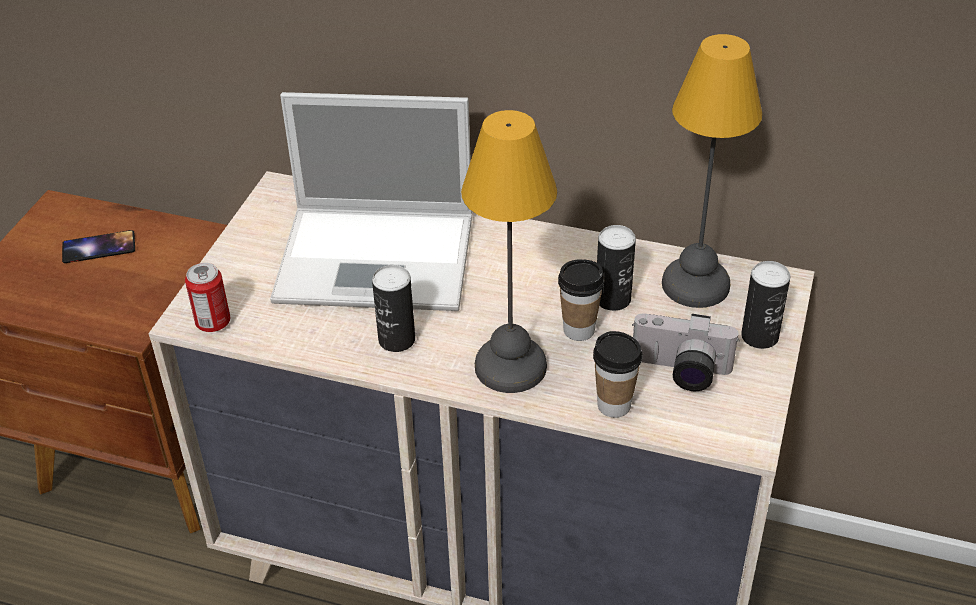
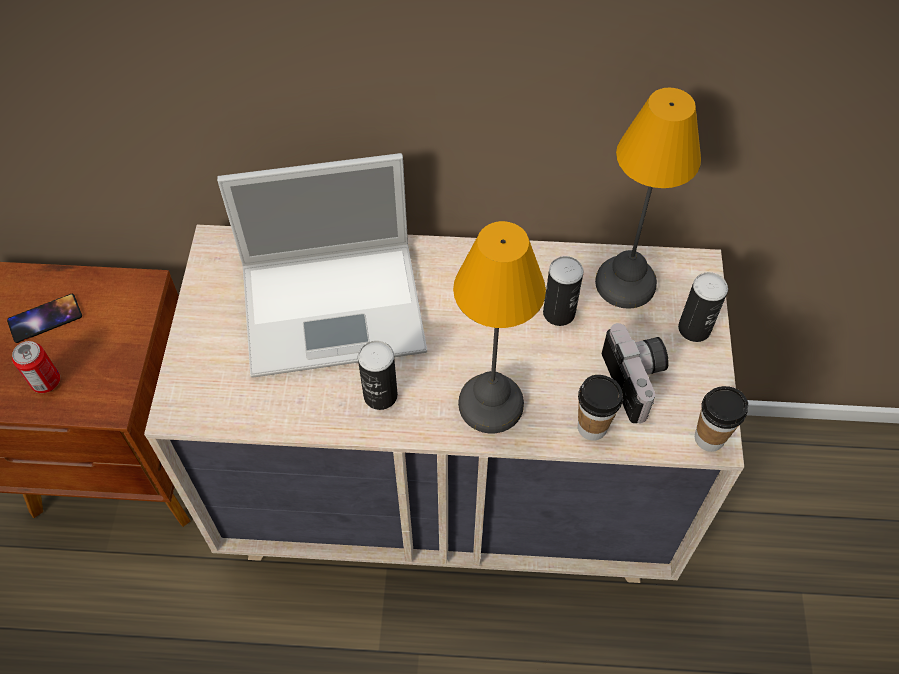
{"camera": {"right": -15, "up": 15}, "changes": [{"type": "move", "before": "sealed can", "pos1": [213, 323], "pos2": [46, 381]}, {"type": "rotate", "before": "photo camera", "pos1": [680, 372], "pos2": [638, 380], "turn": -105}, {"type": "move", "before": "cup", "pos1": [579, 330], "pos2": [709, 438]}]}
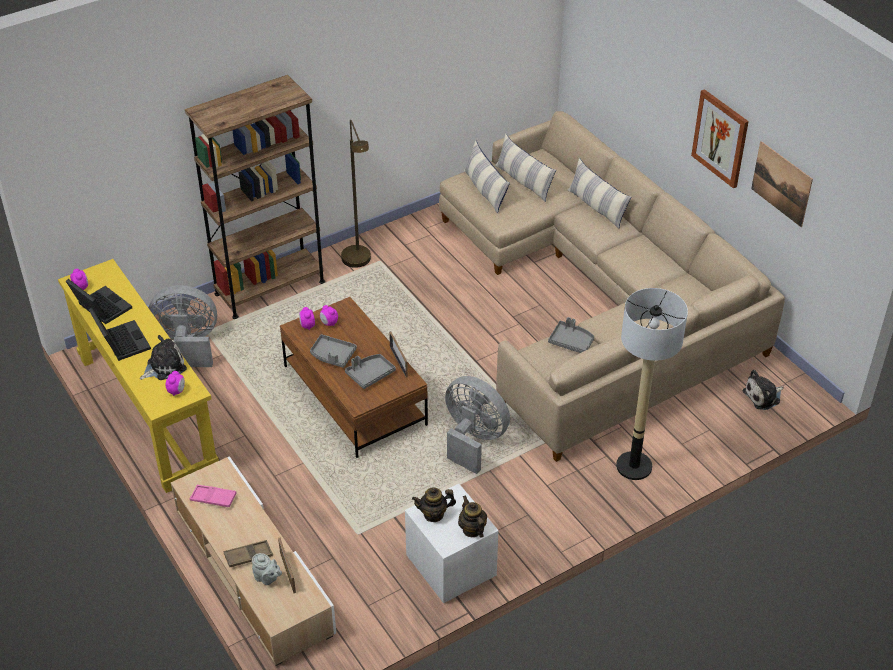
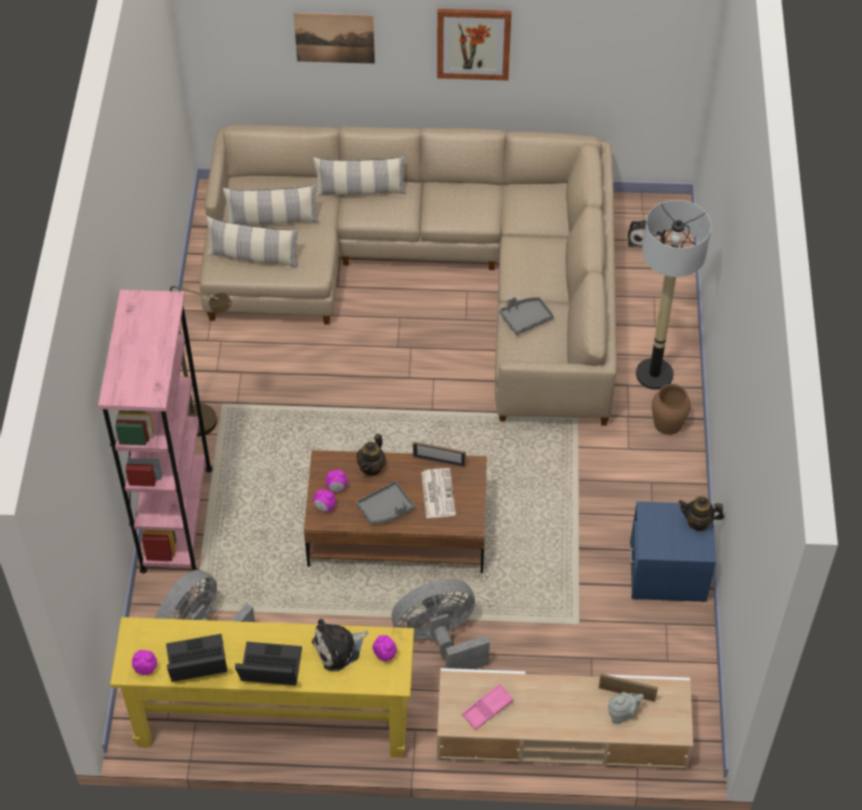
{"camera": {"right": -55, "up": 10}, "changes": [{"type": "recolor", "before": "brownish shelving unit", "after": "pinkish shelving unit", "pos1": [270, 288], "pos2": [176, 519]}, {"type": "move", "before": "wall picture", "pos1": [781, 183], "pos2": [334, 37]}, {"type": "rotate", "before": "soft toy", "pos1": [164, 366], "pos2": [339, 648], "turn": -120}, {"type": "move", "before": "pot for tea", "pos1": [434, 514], "pos2": [372, 467]}, {"type": "move", "before": "grey fan", "pos1": [473, 439], "pos2": [440, 639]}, {"type": "replace", "before": "grey serving tray", "after": "newspaper", "pos1": [370, 374], "pos2": [437, 493]}, {"type": "recolor", "before": "whitish bedside table", "after": "blue bedside table", "pos1": [451, 566], "pos2": [667, 572]}, {"type": "insert", "after": "brownish vase", "pos2": [667, 423]}, {"type": "delete", "before": "brownish serving tray", "pos1": [248, 556]}]}
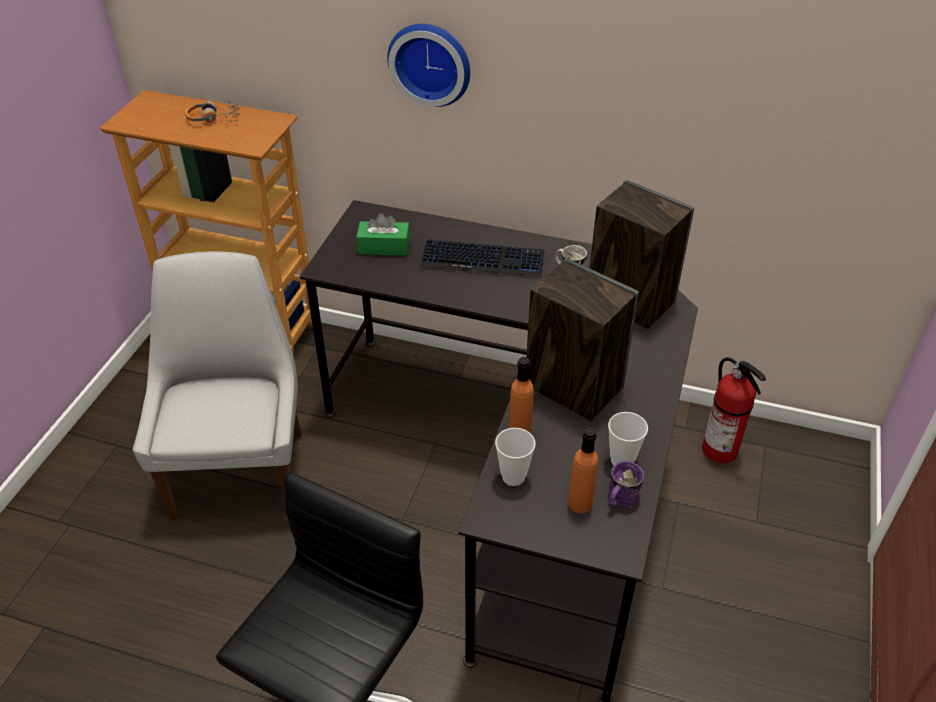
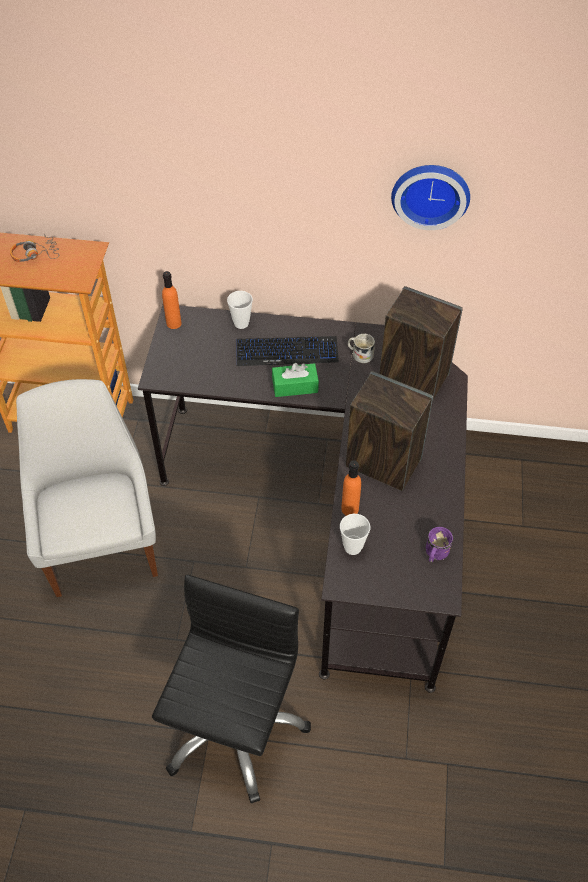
{"camera": {"right": -10, "up": 10}, "changes": [{"type": "move", "before": "orangey beverage bottle", "pos1": [580, 503], "pos2": [174, 323]}, {"type": "move", "before": "cup", "pos1": [622, 460], "pos2": [241, 323]}, {"type": "move", "before": "green-coloured tissue box", "pos1": [384, 247], "pos2": [295, 386]}, {"type": "move", "before": "clock on the wall", "pos1": [431, 62], "pos2": [430, 193]}, {"type": "delete", "before": "fire extinguisher", "pos1": [721, 450]}]}
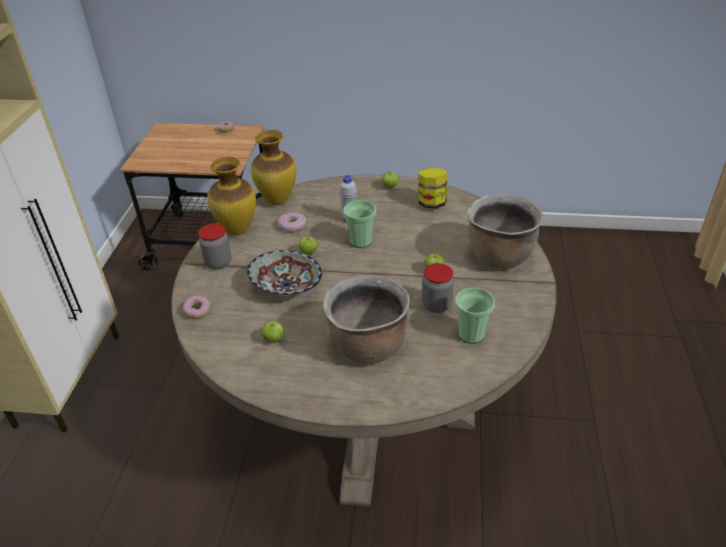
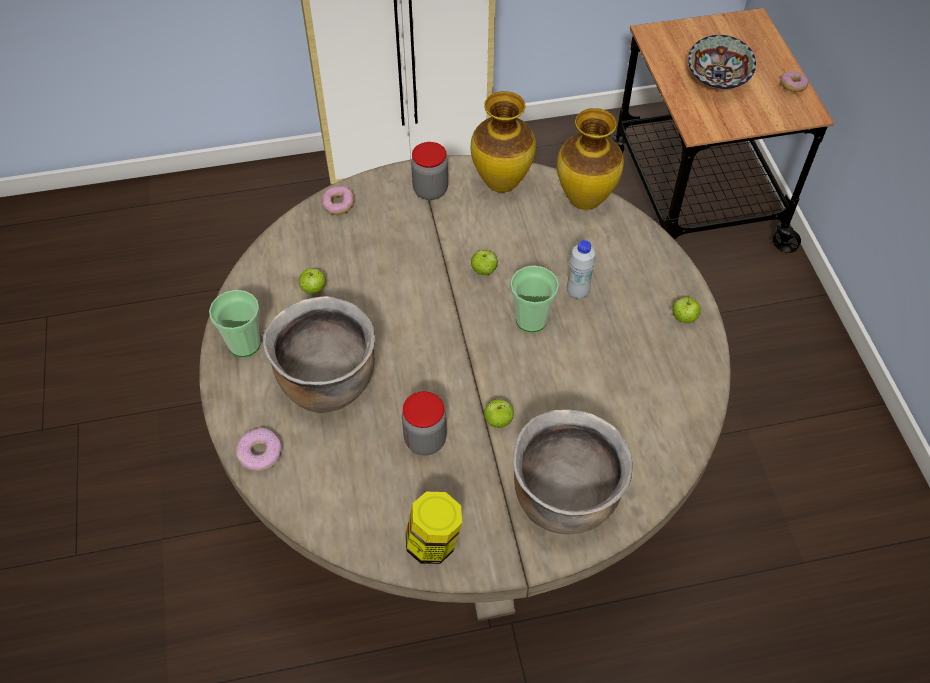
{"camera": {"right": 70, "up": 15}, "changes": [{"type": "move", "before": "cup", "pos1": [471, 334], "pos2": [244, 344]}, {"type": "move", "before": "doughnut", "pos1": [292, 225], "pos2": [260, 453]}, {"type": "move", "before": "preserve jar", "pos1": [432, 203], "pos2": [434, 542]}, {"type": "move", "before": "deep dish", "pos1": [287, 287], "pos2": [718, 79]}]}
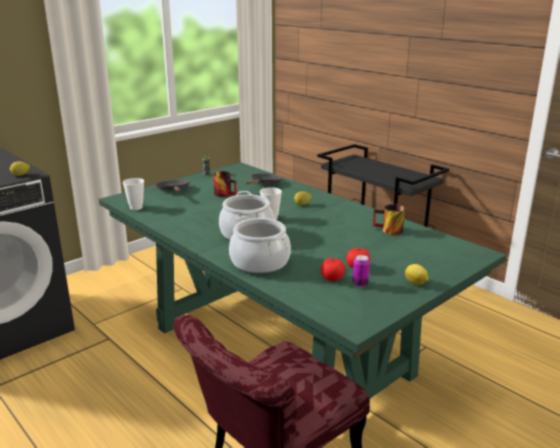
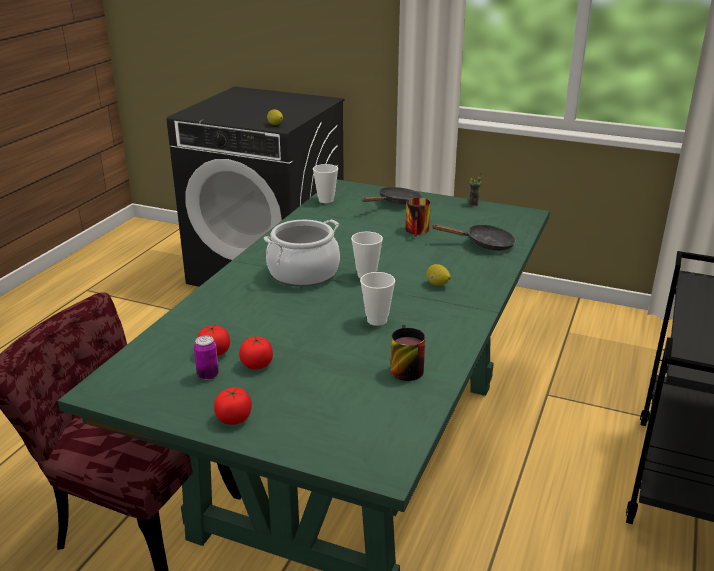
{"camera": {"right": 65, "up": 5}, "changes": [{"type": "replace", "before": "citrus fruit", "after": "whole tomato", "pos1": [416, 283], "pos2": [234, 418]}, {"type": "insert", "after": "cup", "pos2": [377, 320]}, {"type": "delete", "before": "cooking pot", "pos1": [260, 262]}]}
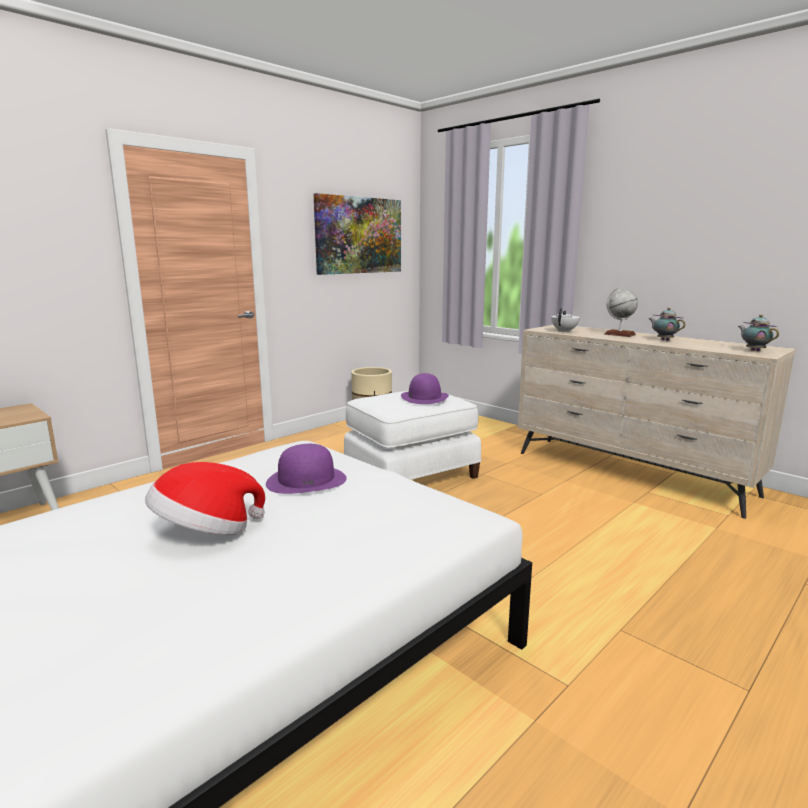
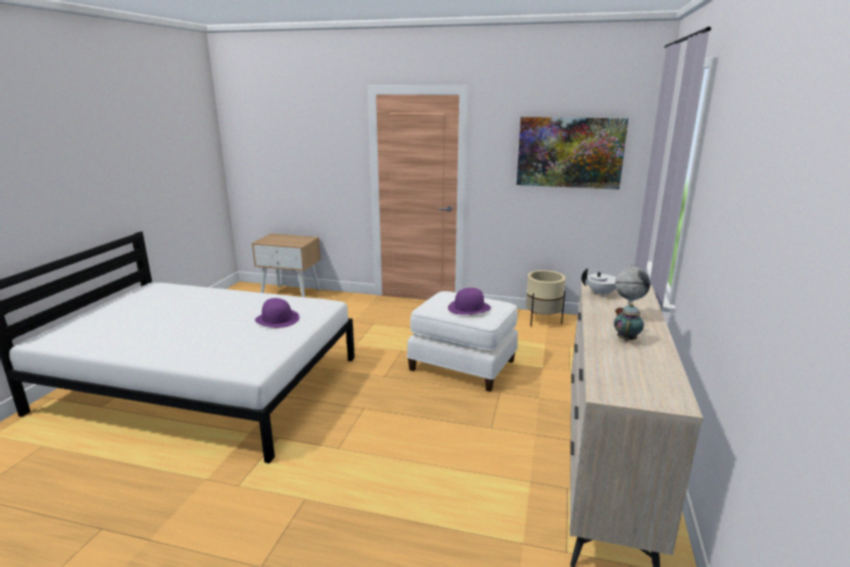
{"camera": {"right": 60, "up": 5}, "changes": [{"type": "delete", "before": "clothing hat", "pos1": [206, 532]}, {"type": "delete", "before": "pot for tea", "pos1": [754, 350]}]}
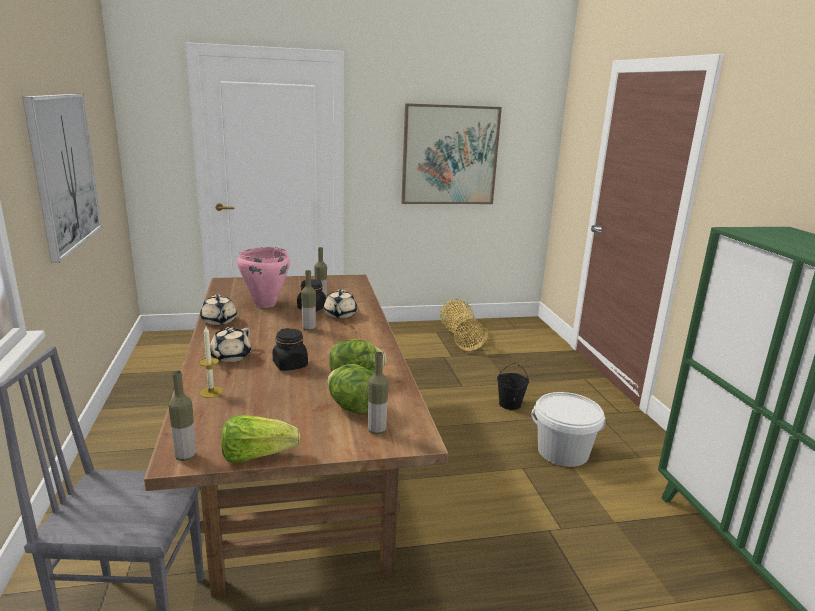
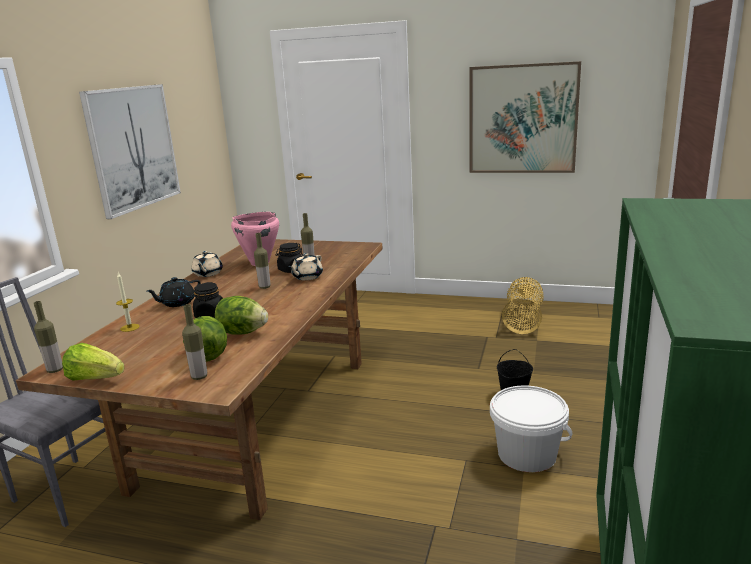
{"camera": {"right": 30, "up": 0}, "changes": [{"type": "recolor", "before": "beige pot for tea", "after": "black pot for tea", "pos1": [230, 357], "pos2": [177, 303]}]}
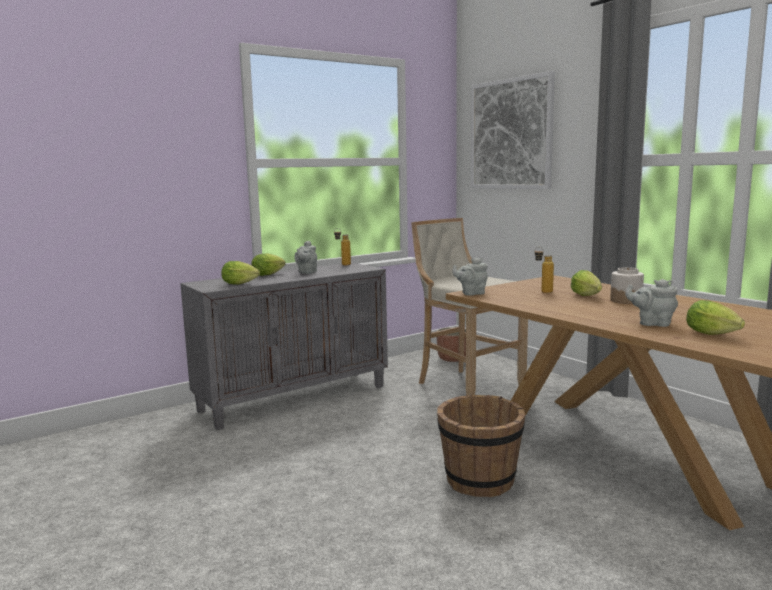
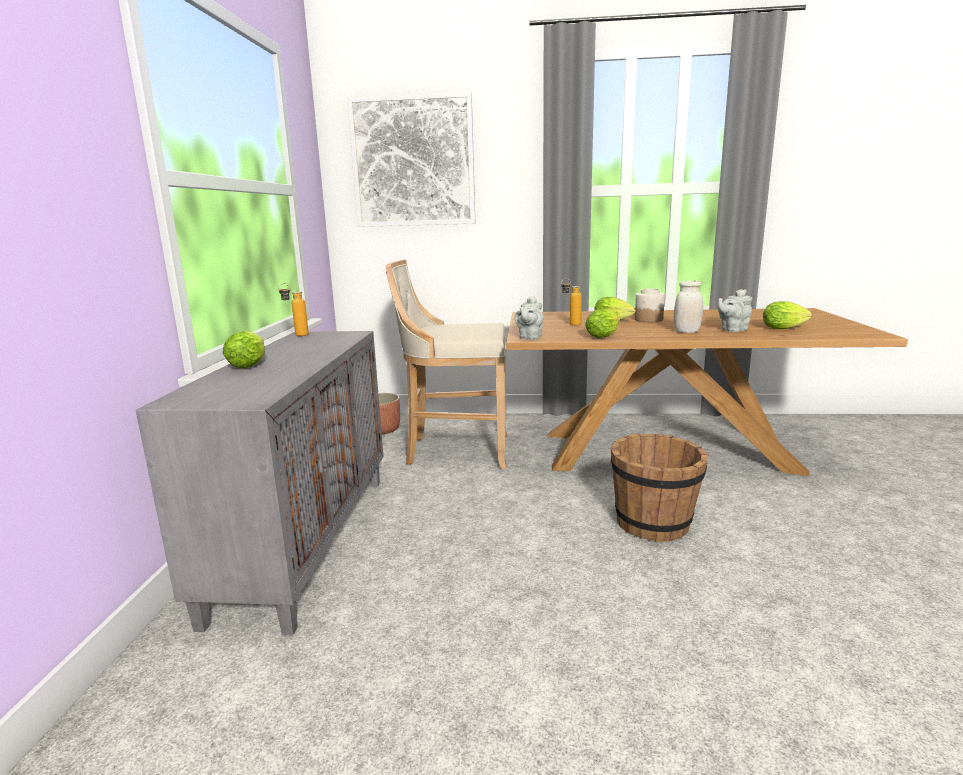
{"camera": {"right": -50, "up": 5}, "changes": [{"type": "move", "before": "lettuce head", "pos1": [241, 284], "pos2": [604, 336]}, {"type": "insert", "after": "whitish preserve jar", "pos2": [686, 332]}, {"type": "delete", "before": "grey pot for tea", "pos1": [307, 272]}]}
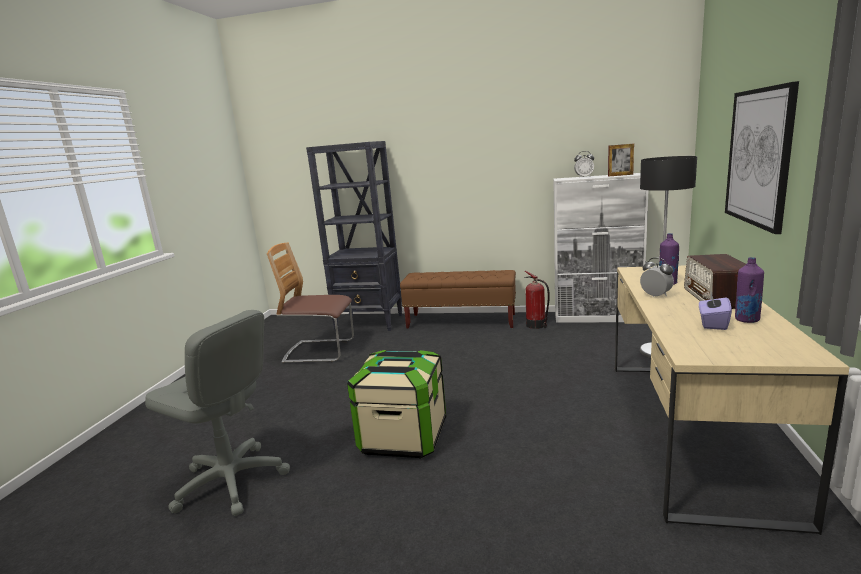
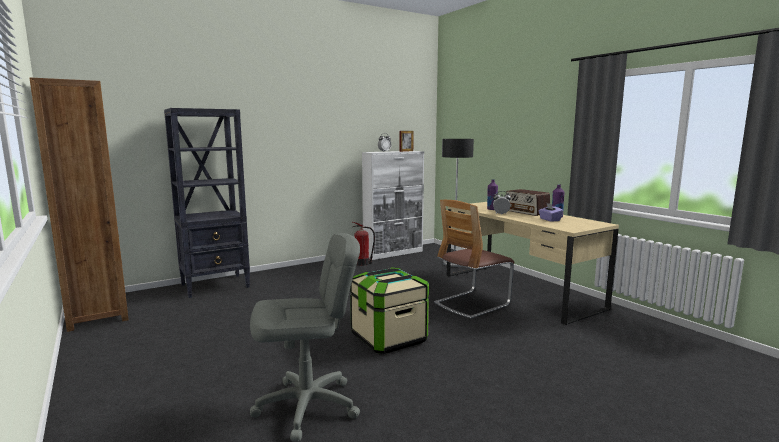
{"camera": {"right": -45, "up": -5}, "changes": [{"type": "insert", "after": "brownish shelving unit", "pos2": [98, 315]}, {"type": "move", "before": "upright chair", "pos1": [319, 351], "pos2": [472, 304]}, {"type": "delete", "before": "brownish bench", "pos1": [461, 321]}, {"type": "delete", "before": "wall picture", "pos1": [758, 157]}]}
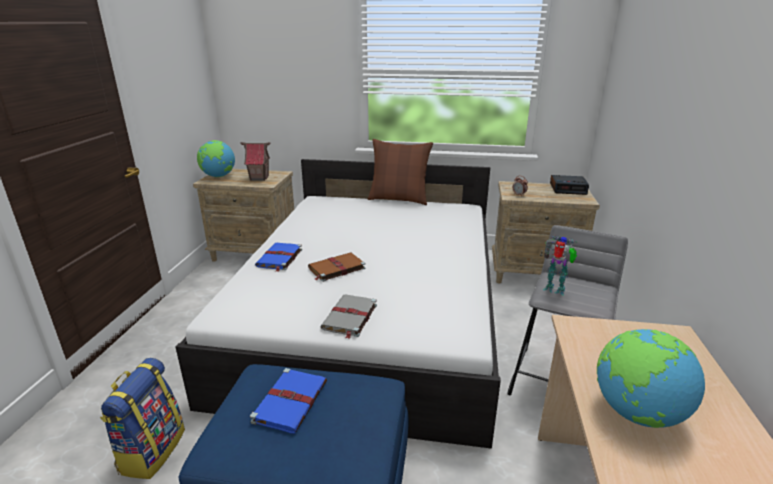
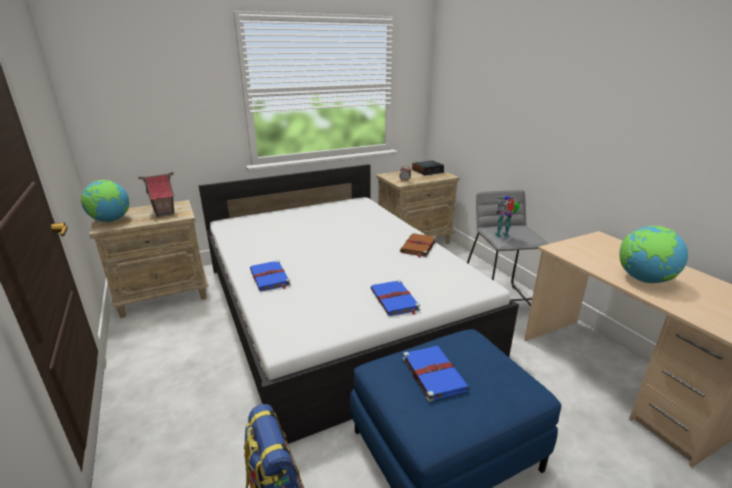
{"camera": {"right": -35, "up": 0}, "changes": [{"type": "recolor", "before": "grey book", "after": "blue book", "pos1": [349, 317], "pos2": [395, 300]}, {"type": "move", "before": "brownish book", "pos1": [336, 268], "pos2": [418, 247]}, {"type": "delete", "before": "brownish cushion", "pos1": [398, 199]}]}
